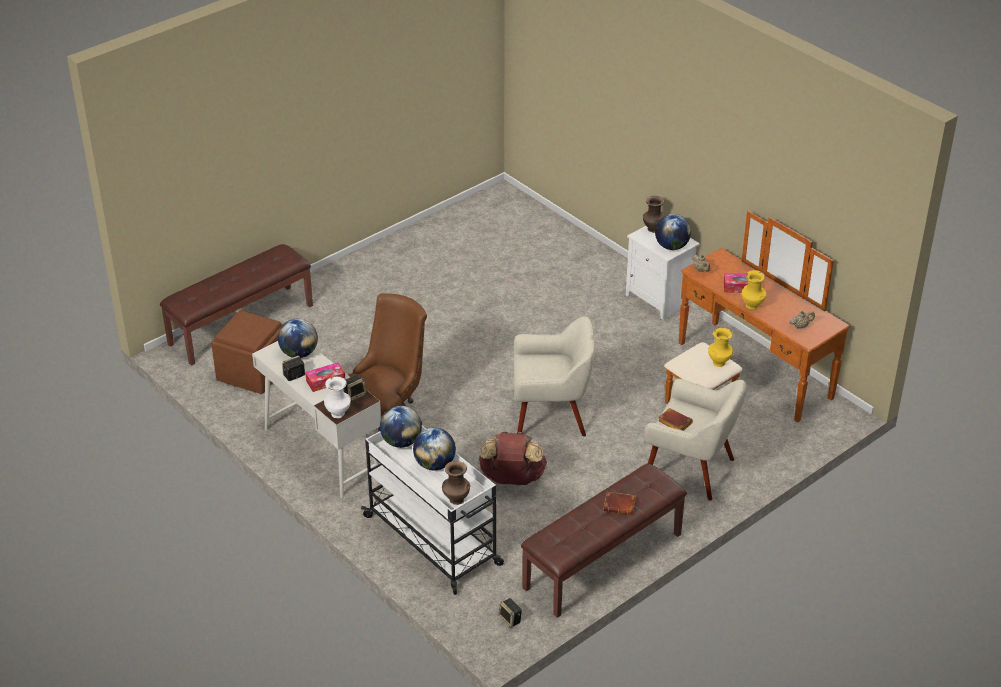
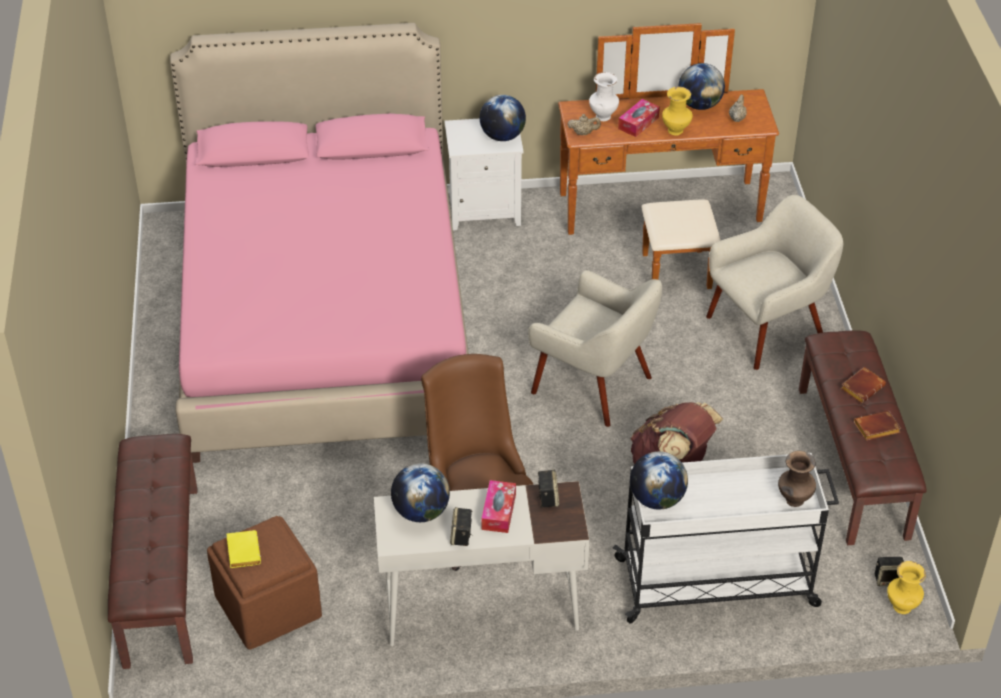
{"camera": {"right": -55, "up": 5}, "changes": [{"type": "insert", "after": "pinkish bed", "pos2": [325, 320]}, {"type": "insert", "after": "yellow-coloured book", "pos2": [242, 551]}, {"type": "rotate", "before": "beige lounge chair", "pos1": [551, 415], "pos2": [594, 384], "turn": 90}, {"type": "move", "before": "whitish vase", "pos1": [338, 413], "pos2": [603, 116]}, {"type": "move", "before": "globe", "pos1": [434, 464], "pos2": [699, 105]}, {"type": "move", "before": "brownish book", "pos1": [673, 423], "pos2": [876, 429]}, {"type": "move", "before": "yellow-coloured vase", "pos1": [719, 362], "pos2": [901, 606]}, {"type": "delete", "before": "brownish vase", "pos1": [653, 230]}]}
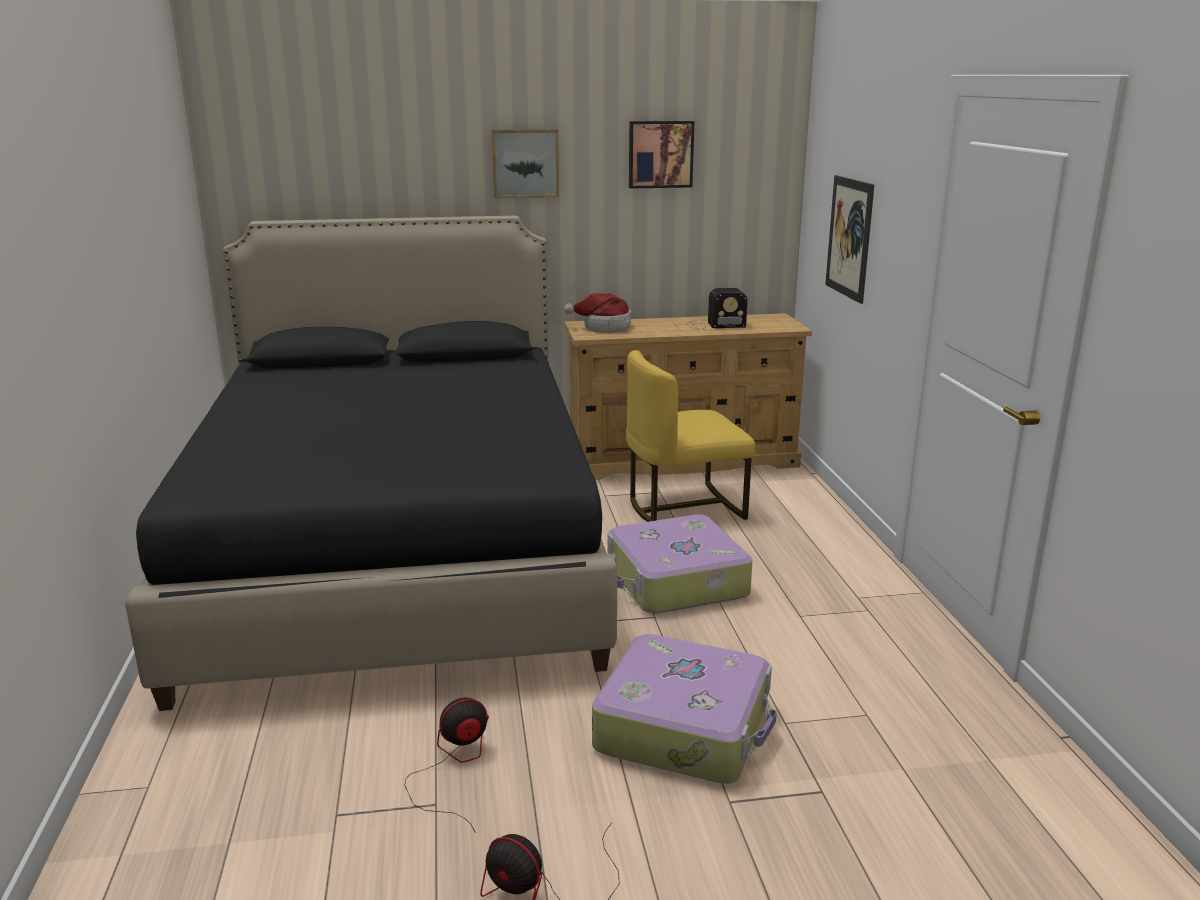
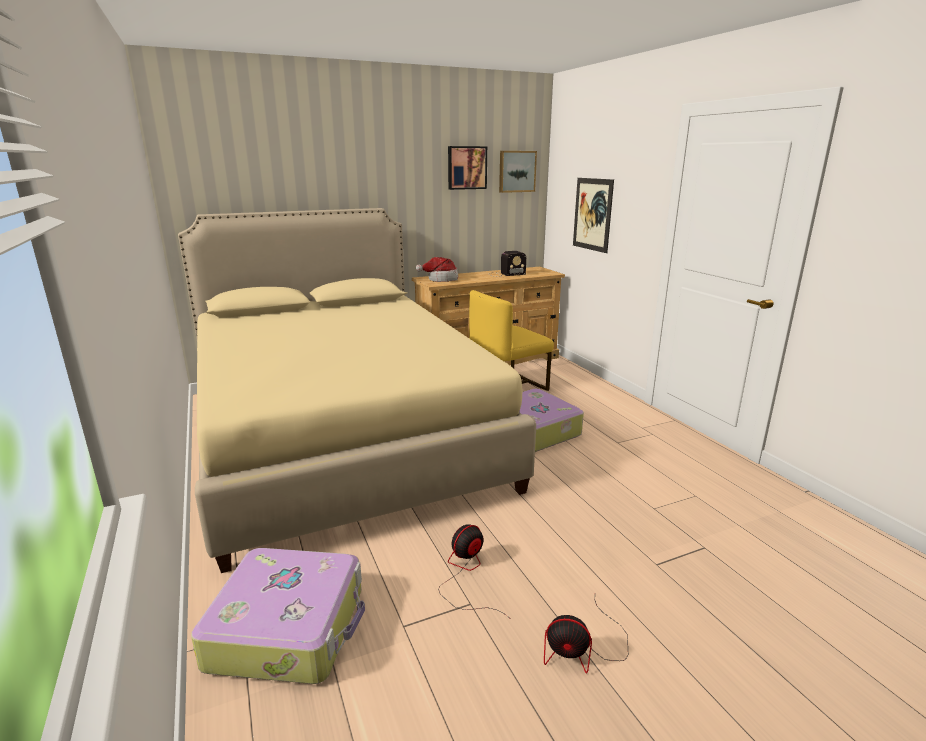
{"camera": {"right": -15, "up": 0}, "changes": [{"type": "recolor", "before": "black bed", "after": "beige bed", "pos1": [399, 552], "pos2": [341, 435]}, {"type": "move", "before": "suitcase", "pos1": [685, 727], "pos2": [289, 627]}, {"type": "move", "before": "wall picture", "pos1": [525, 163], "pos2": [516, 171]}]}
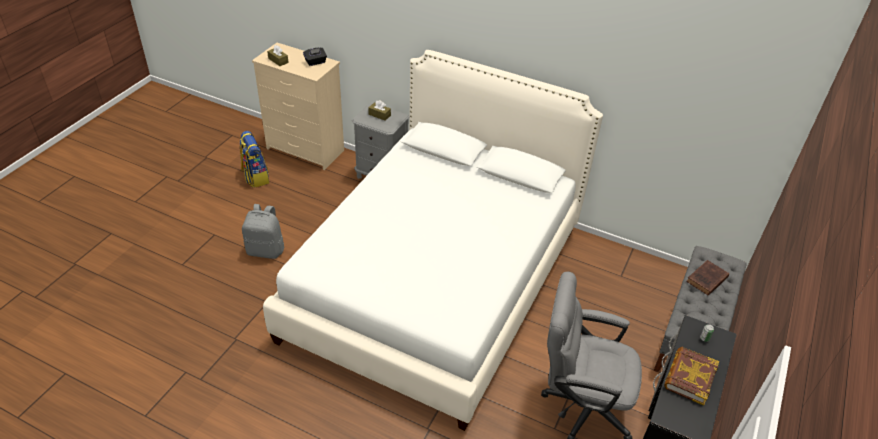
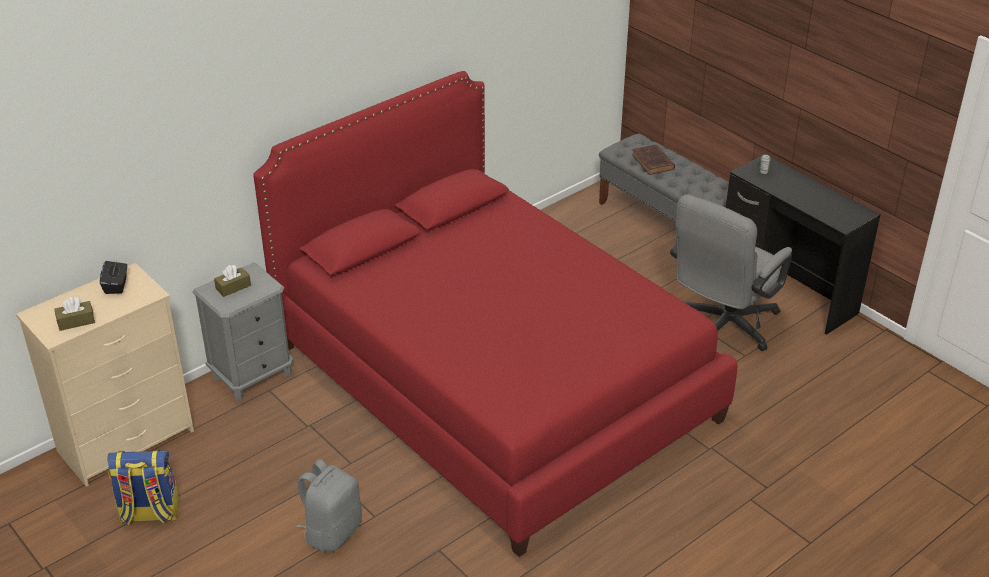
{"camera": {"right": -65, "up": -5}, "changes": [{"type": "recolor", "before": "whitish bed", "after": "red bed", "pos1": [436, 282], "pos2": [494, 381]}, {"type": "delete", "before": "book", "pos1": [689, 378]}]}
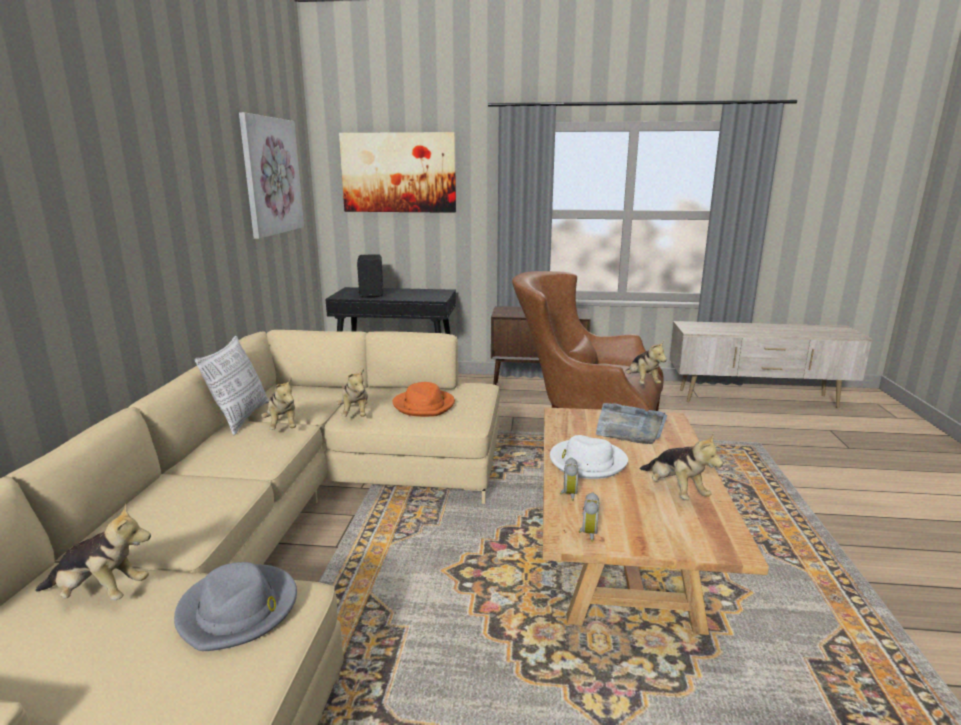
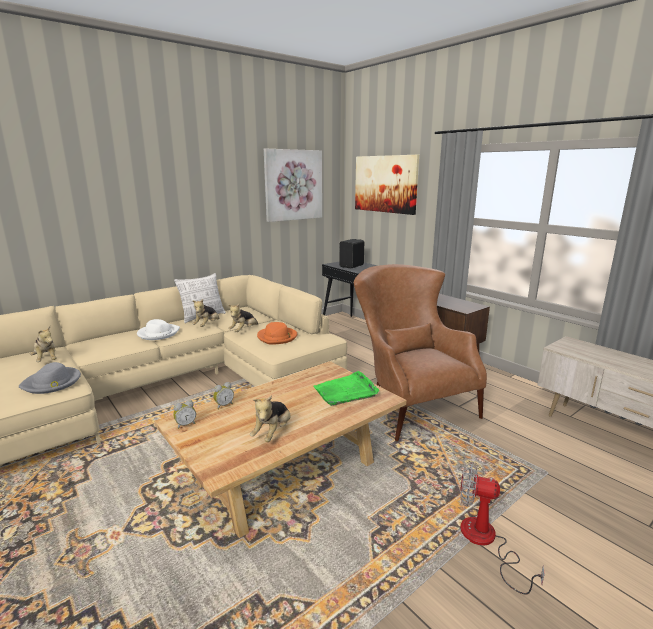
{"camera": {"right": 45, "up": 0}, "changes": [{"type": "move", "before": "whitish clothing hat", "pos1": [587, 462], "pos2": [158, 333]}, {"type": "recolor", "before": "grey serving tray", "after": "green-coloured serving tray", "pos1": [630, 427], "pos2": [346, 391]}, {"type": "insert", "after": "fan", "pos2": [485, 542]}, {"type": "delete", "before": "soft toy", "pos1": [642, 383]}]}
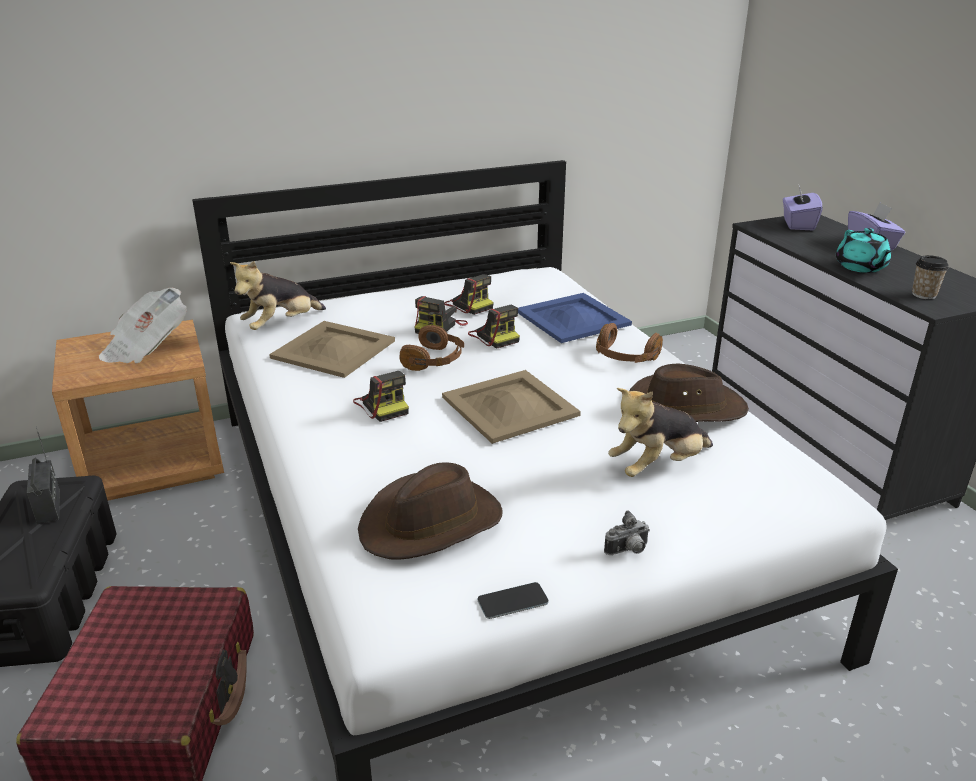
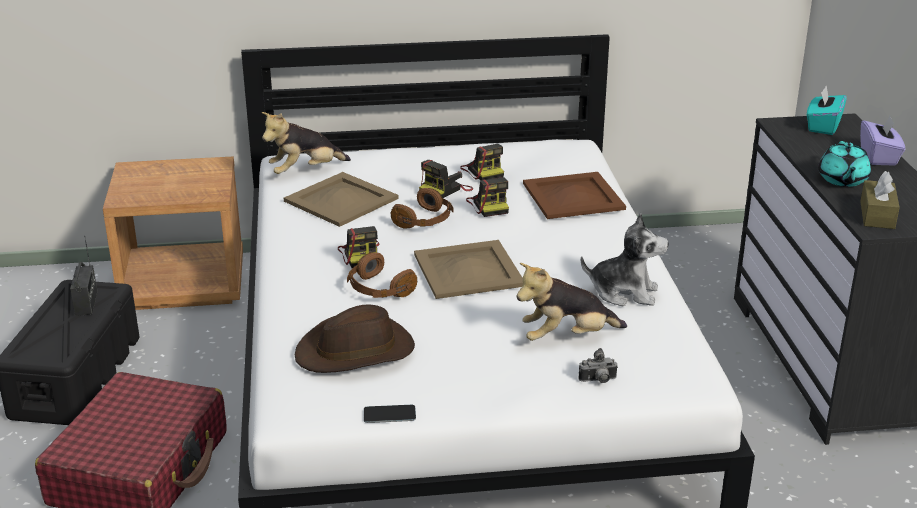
{"camera": {"right": 15, "up": 0}, "changes": [{"type": "move", "before": "brownish headphones", "pos1": [625, 357], "pos2": [378, 290]}, {"type": "recolor", "before": "blue serving tray", "after": "brownish serving tray", "pos1": [572, 319], "pos2": [572, 196]}, {"type": "move", "before": "photo camera", "pos1": [628, 551], "pos2": [598, 381]}, {"type": "replace", "before": "brownish clothing hat", "after": "soft toy", "pos1": [684, 408], "pos2": [624, 292]}, {"type": "recolor", "before": "purple tissue box", "after": "turquoise tissue box", "pos1": [797, 224], "pos2": [823, 126]}, {"type": "replace", "before": "cup", "after": "brownish tissue box", "pos1": [924, 295], "pos2": [877, 215]}, {"type": "delete", "before": "newspaper", "pos1": [146, 348]}]}
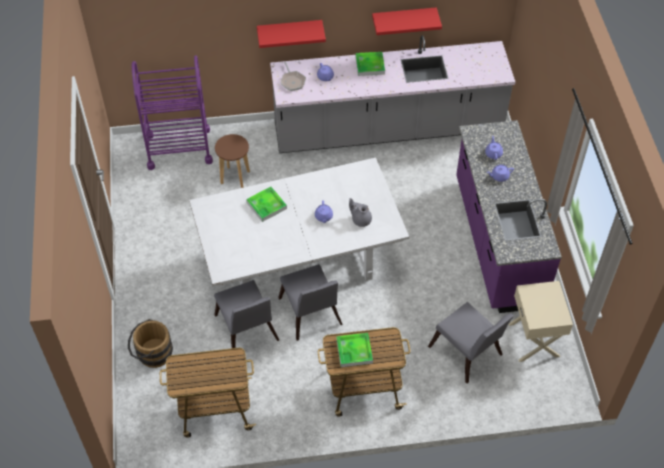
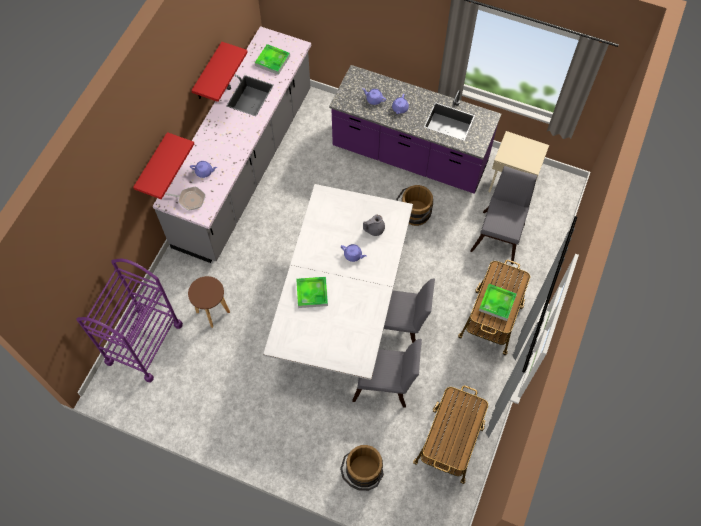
{"camera": {"right": -60, "up": 10}, "changes": [{"type": "move", "before": "serving tray", "pos1": [370, 65], "pos2": [272, 61]}, {"type": "insert", "after": "brownish water bucket", "pos2": [413, 215]}, {"type": "rotate", "before": "grey upright chair", "pos1": [467, 354], "pos2": [500, 234], "turn": -60}]}
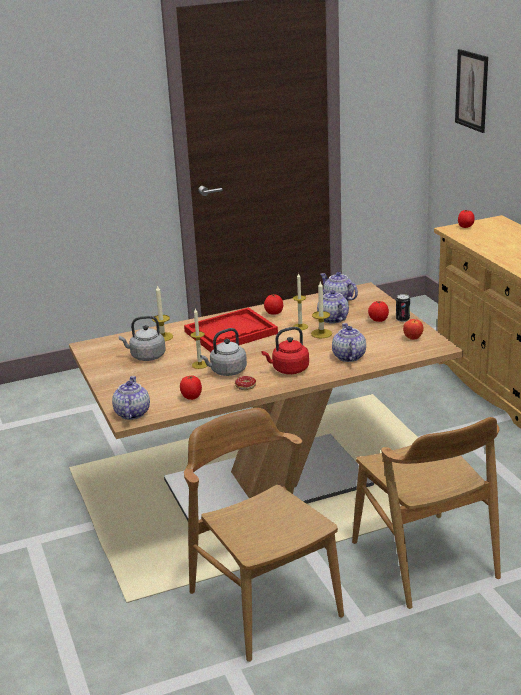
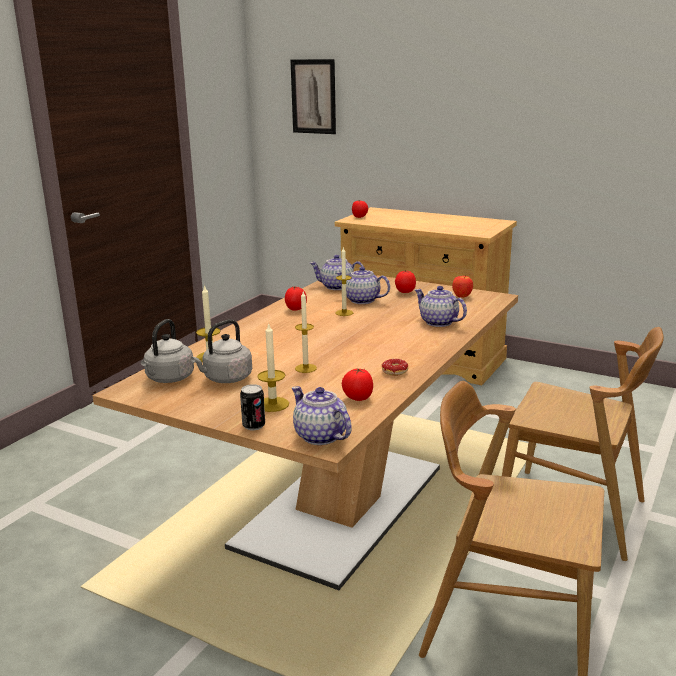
{"camera": {"right": -40, "up": -5}, "changes": [{"type": "move", "before": "grey water kettle", "pos1": [226, 371], "pos2": [168, 379]}, {"type": "move", "before": "sealed can", "pos1": [402, 319], "pos2": [254, 426]}, {"type": "move", "before": "candle", "pos1": [321, 333], "pos2": [273, 404]}, {"type": "delete", "before": "red serving tray", "pos1": [230, 333]}, {"type": "delete", "before": "red water kettle", "pos1": [288, 370]}]}
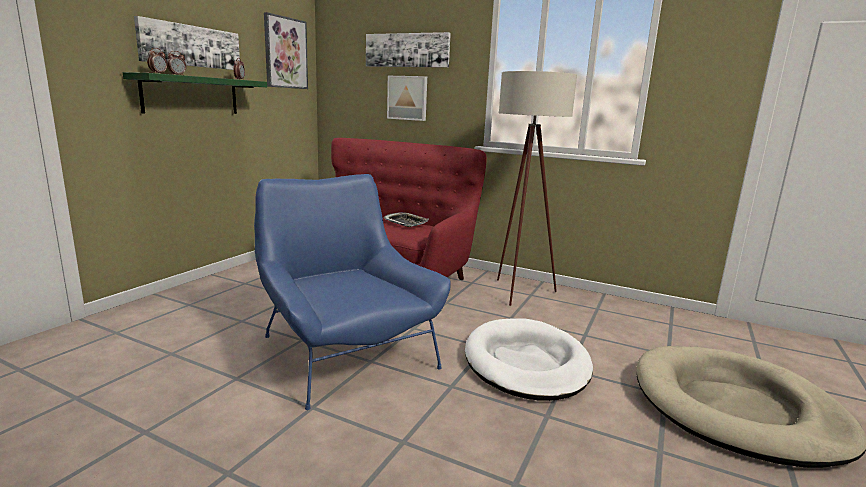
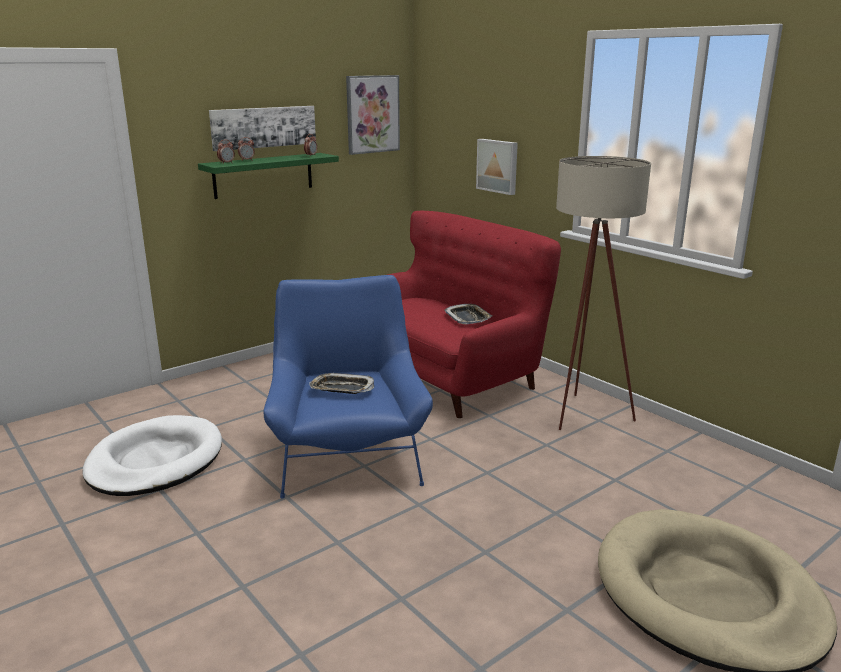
{"camera": {"right": 25, "up": 5}, "changes": [{"type": "move", "before": "whitish pet bed", "pos1": [526, 363], "pos2": [155, 461]}, {"type": "insert", "after": "serving tray", "pos2": [342, 388]}, {"type": "delete", "before": "wall picture", "pos1": [407, 50]}]}
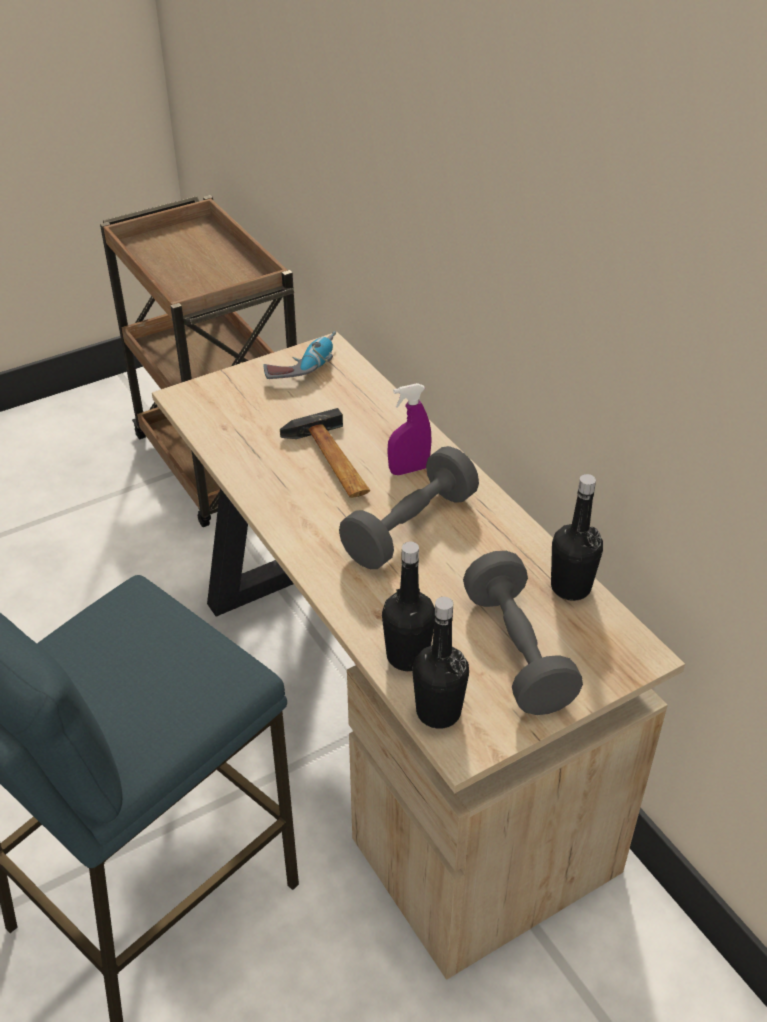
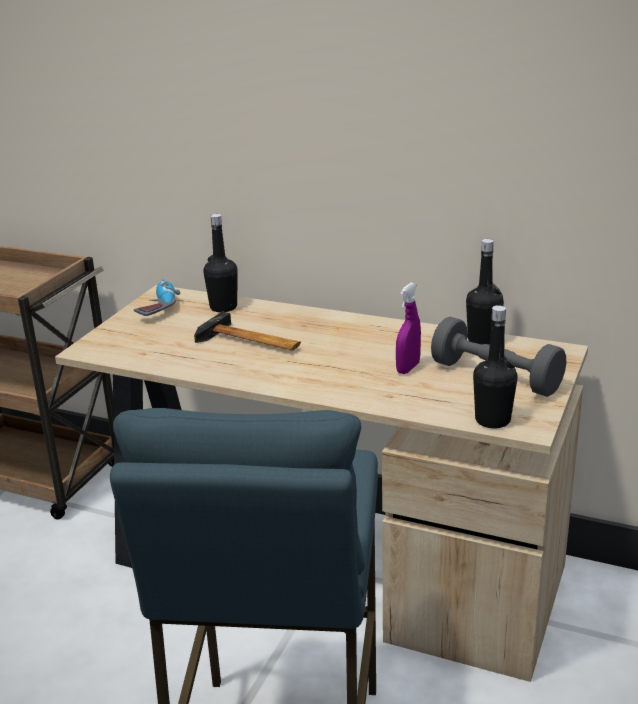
{"camera": {"right": -35, "up": -15}, "changes": [{"type": "move", "before": "black beverage bottle", "pos1": [407, 656], "pos2": [223, 307]}, {"type": "move", "before": "purple sprayer", "pos1": [409, 470], "pos2": [408, 368]}, {"type": "delete", "before": "grey free weight", "pos1": [410, 527]}]}
